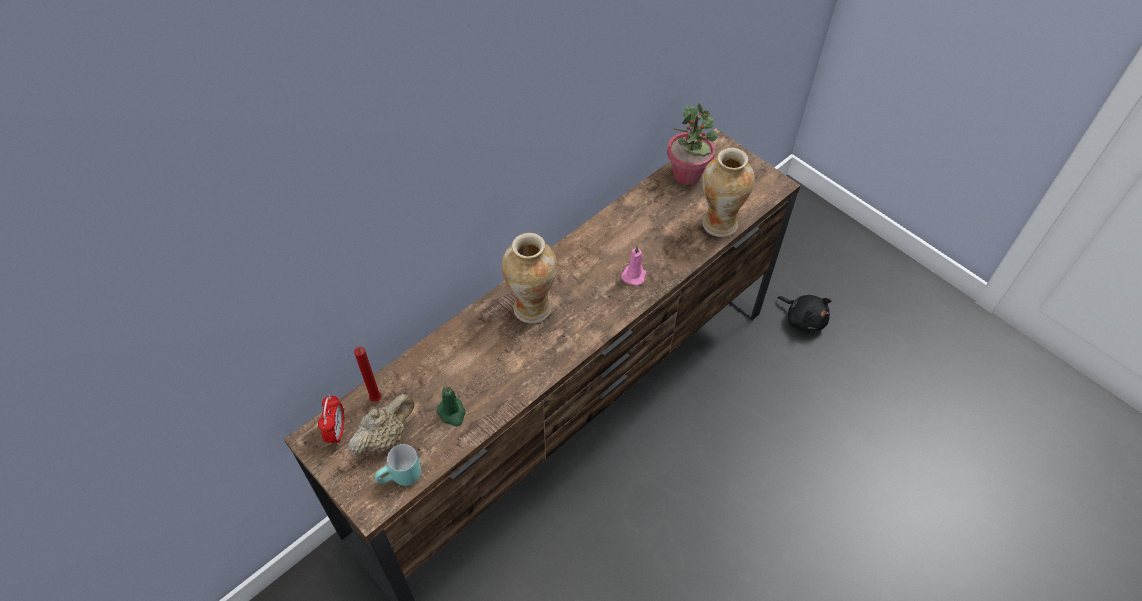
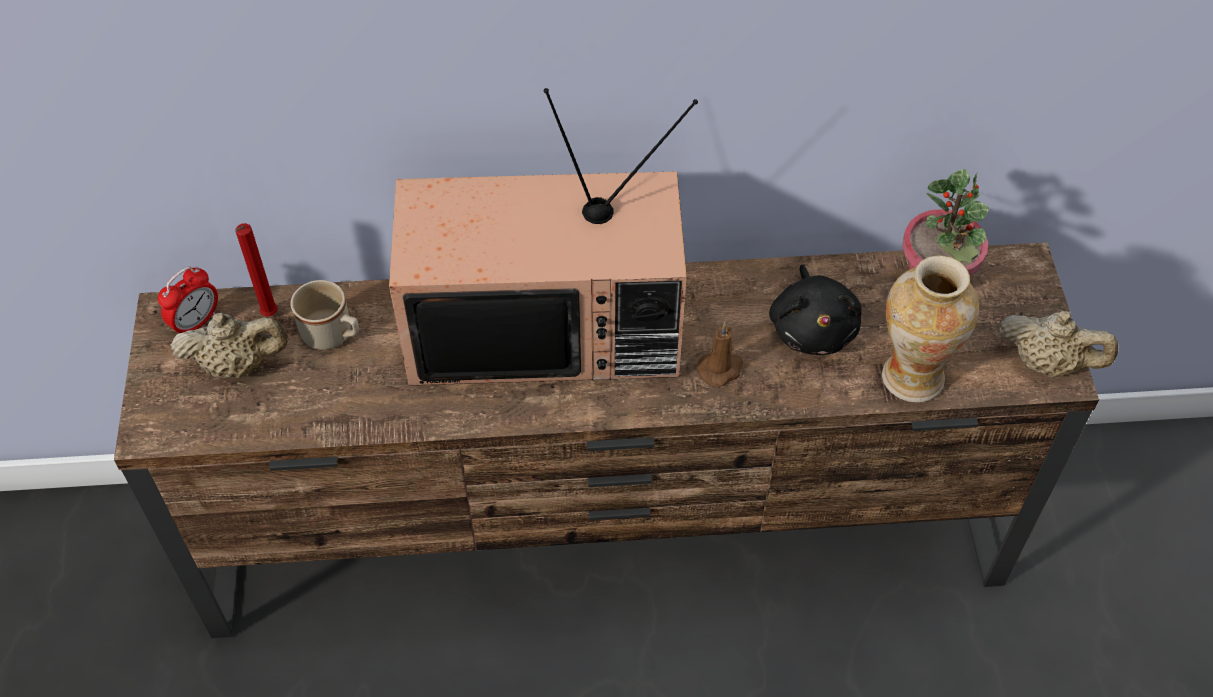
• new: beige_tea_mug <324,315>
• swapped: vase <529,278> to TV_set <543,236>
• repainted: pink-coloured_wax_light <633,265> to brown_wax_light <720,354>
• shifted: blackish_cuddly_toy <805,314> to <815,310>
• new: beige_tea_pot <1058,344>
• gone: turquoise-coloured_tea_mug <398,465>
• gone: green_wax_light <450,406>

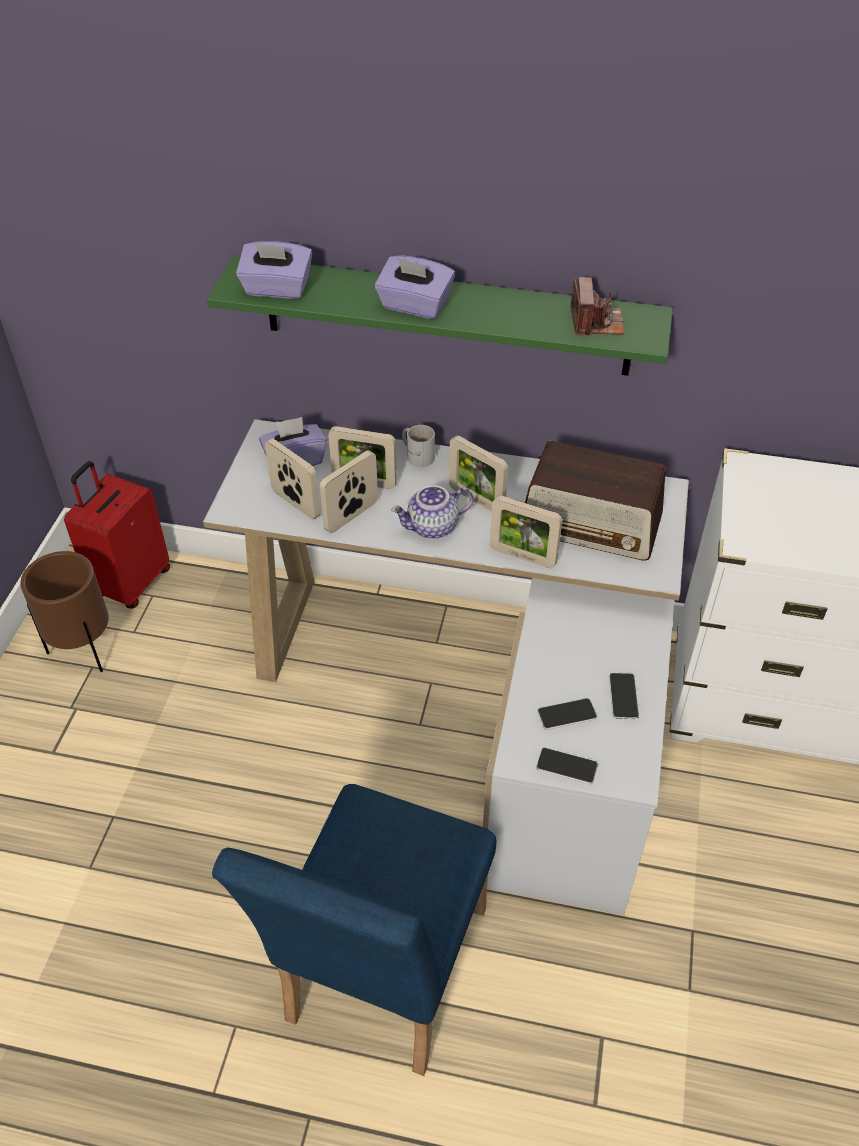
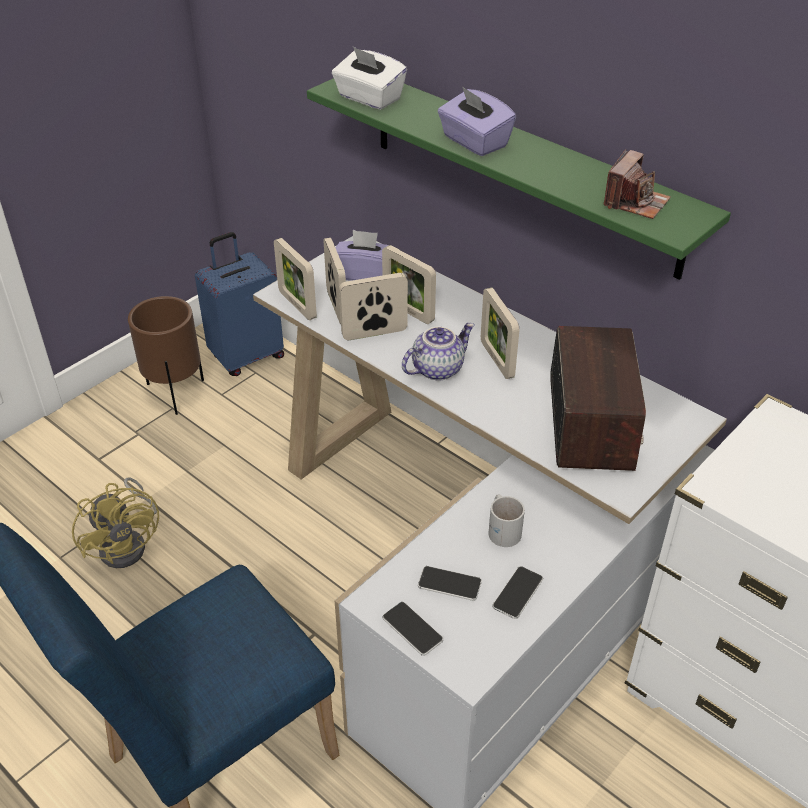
• new: yellowish_fan <115,522>
• repainted: red_piece_of_luggage <117,535> to blue_piece_of_luggage <239,304>
• shifted: standing_frame <526,531> to <295,279>
• repainted: purplish_tissue_box <274,270> to whitish_tissue_box <369,78>
• rotated: tea_pot <432,512> = <438,352> 135 degrees clockwise
• shifted: whitish_tea_mug <418,446> to <507,520>
• rotated: radio_set <595,501> = <598,398> 135 degrees counterclockwise

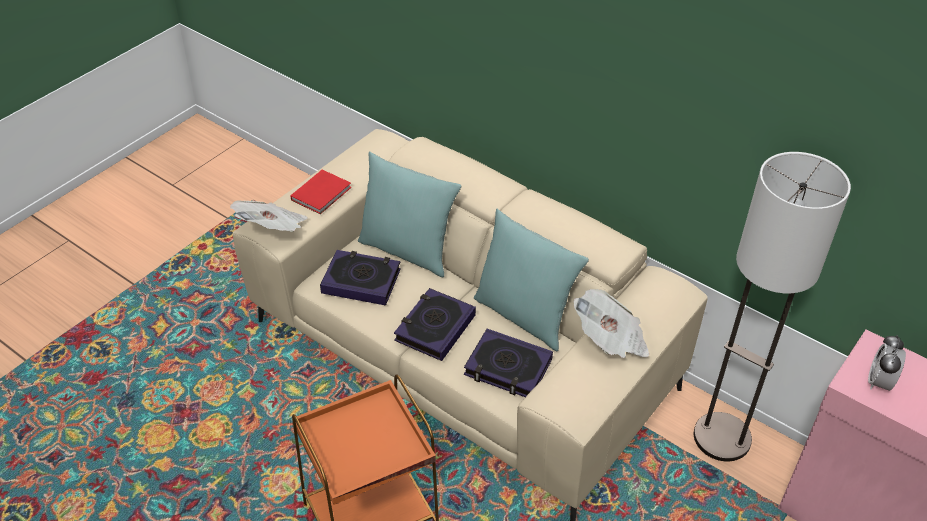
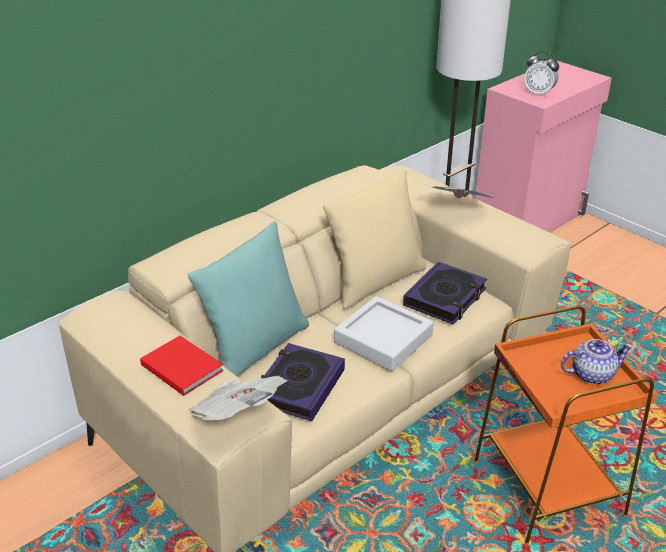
• repainted: turquoise-coloured_pillow <531,280> to beige_pillow <374,239>
• swapped: book <435,324> to greyish_serving_tray <383,333>
• new: tea_pot <597,361>

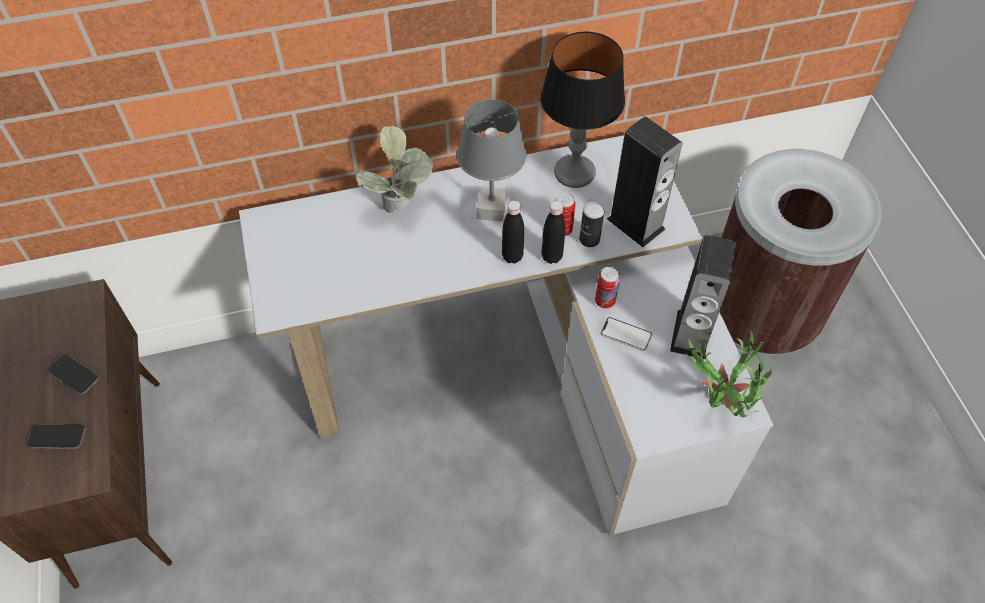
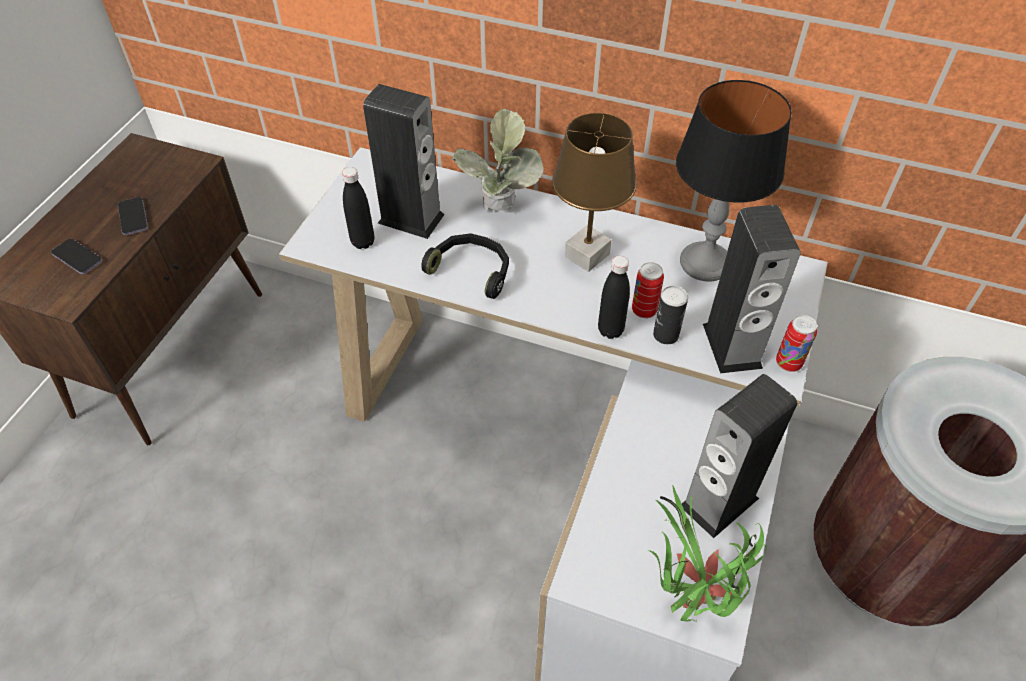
• shifted: blackish_drink_bottle <513,232> to <358,208>
• new: loudspeaker <403,161>
• new: blackish_pair_of_headphones <465,266>
• repainted: greyish_tabletop_lamp <491,160> to brown_tabletop_lamp <594,192>
• shifted: can <607,288> to <796,343>
• gone: handset <626,334>

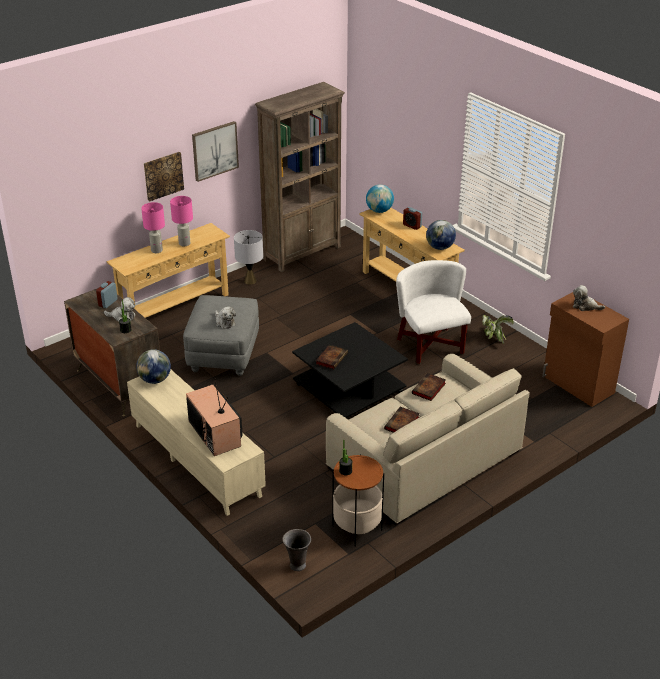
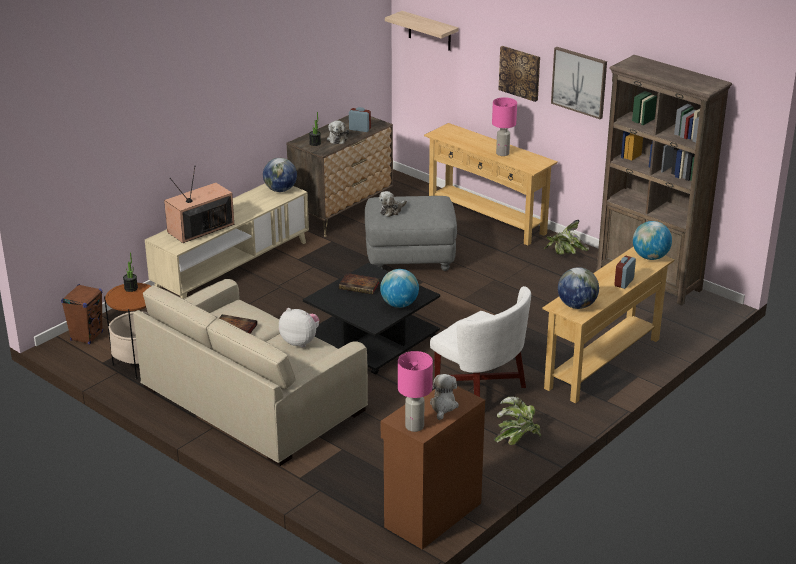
• swapped: greyish_vase <296,550> to brown_loudspeaker <82,314>
• swapped: book <429,387> to cuddly_toy <299,327>
• new: globe <399,288>
• new: bracket_shelf <422,31>
• shifted: pink-coloured_tabletop_lamp <153,227> to <415,391>
• rotated: whitish_easy_chair <433,312> = <480,341> 75 degrees clockwise
• swapped: greyish_tabletop_lamp <248,257> to potted_plant <566,237>

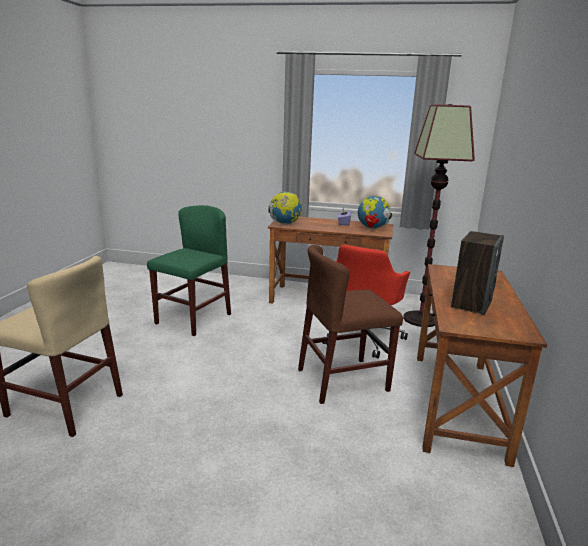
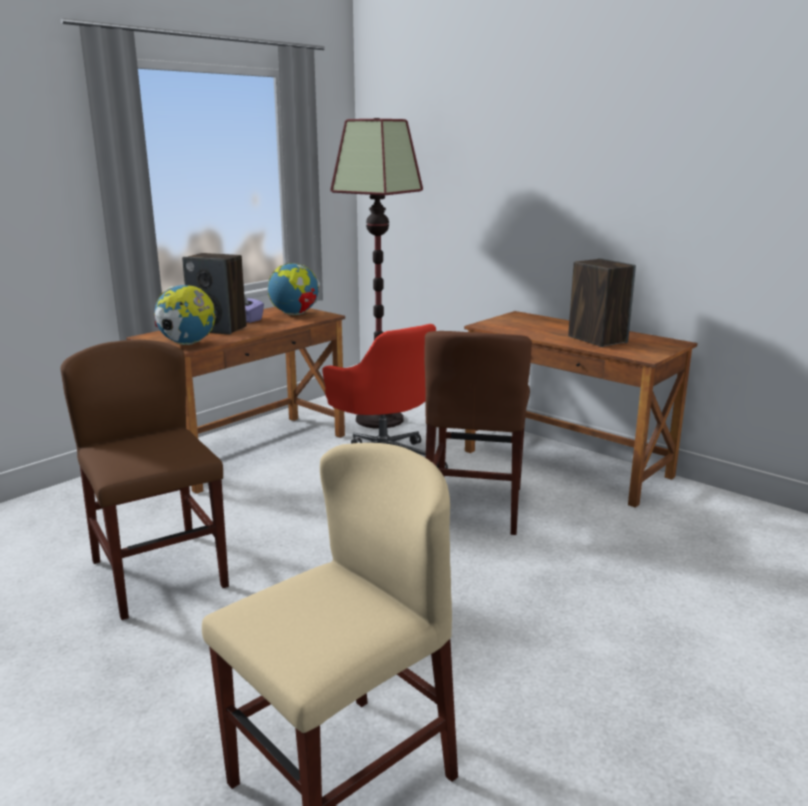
• repainted: green_upright_chair <189,270> to brown_upright_chair <144,480>
• new: loudspeaker <214,294>

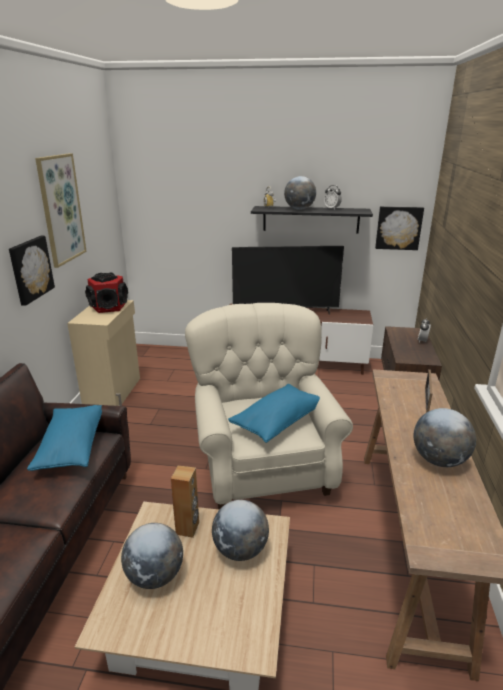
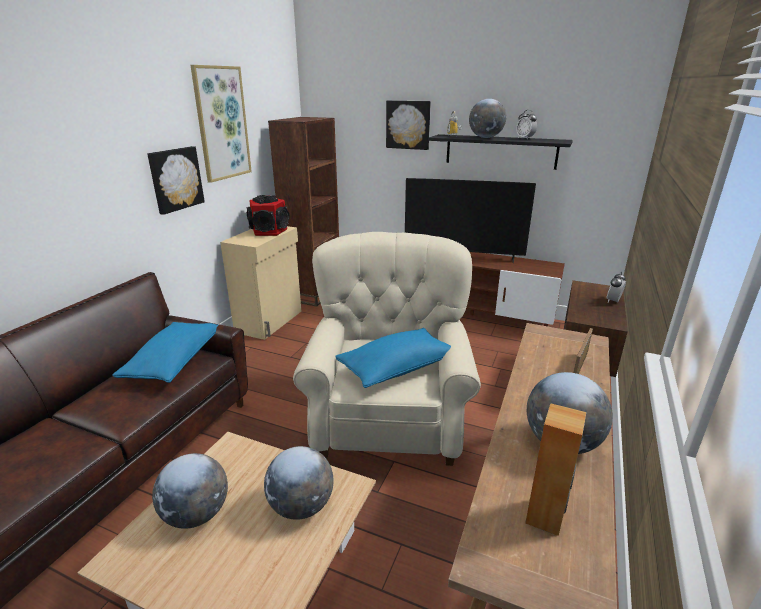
• new: brown_bookshelf <303,212>
• shifted: wall_art <399,228> to <408,125>
• shifted: brown_loudspeaker <185,502> to <555,469>

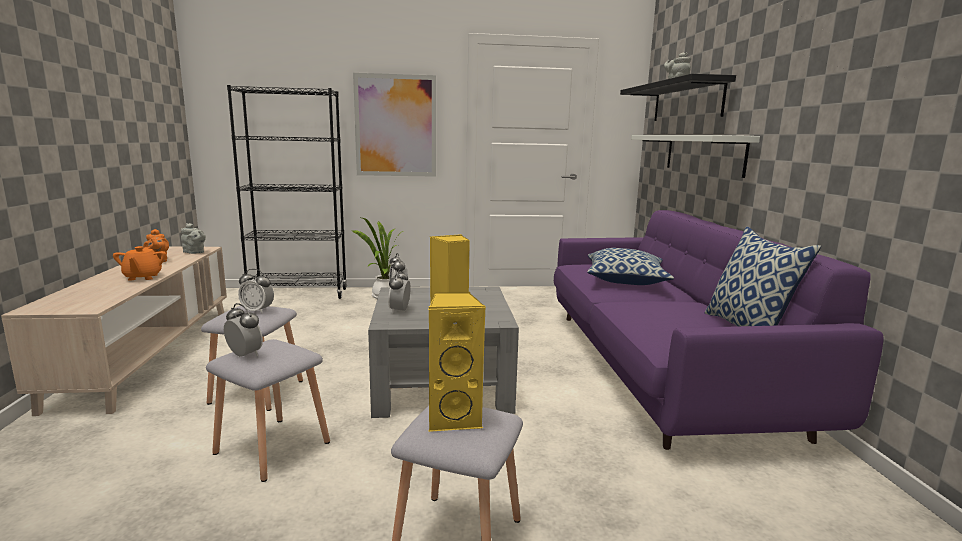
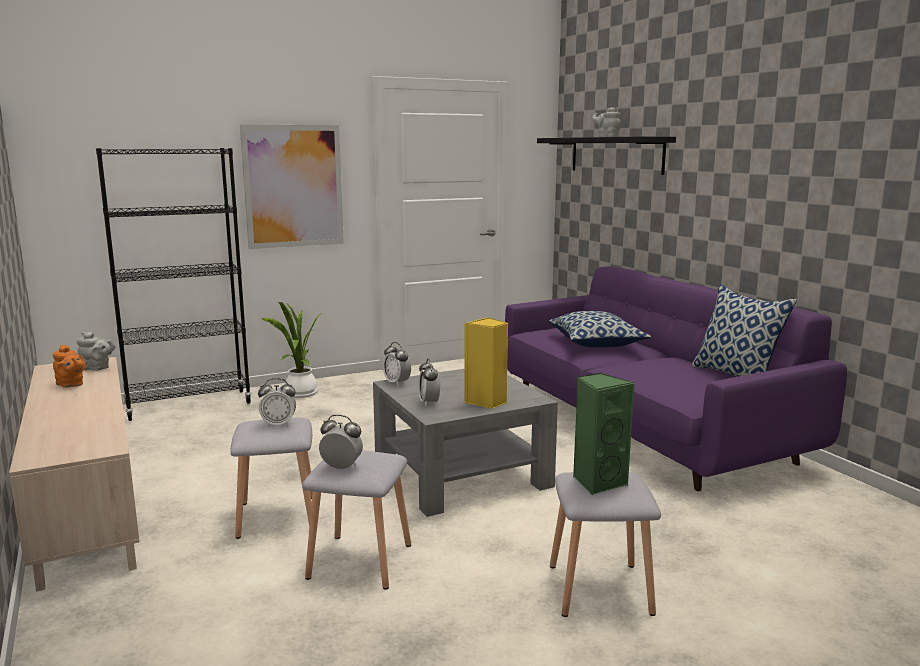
• repainted: yellowish_loudspeaker <456,362> to green_loudspeaker <604,434>
• gone: orange_tea_pot <139,263>
• gone: whitish_bracket_shelf <695,156>

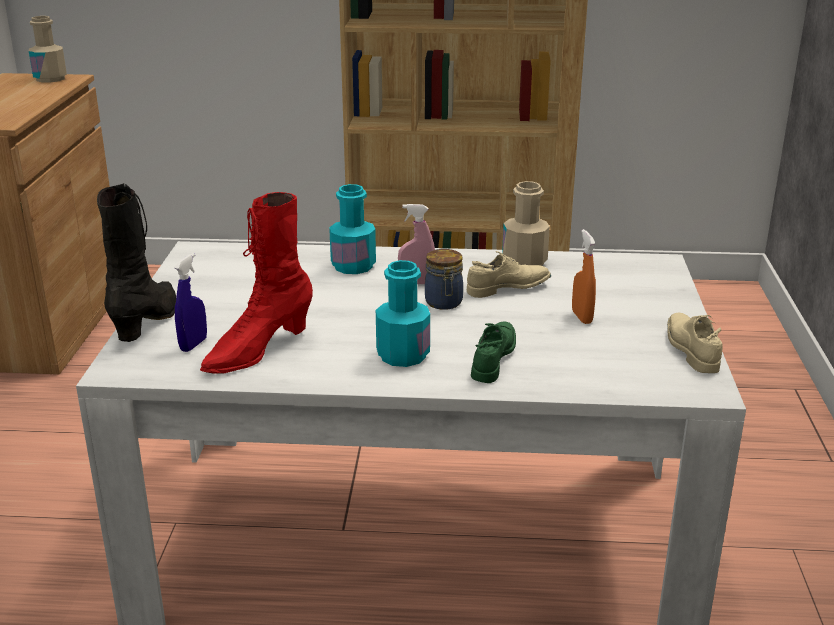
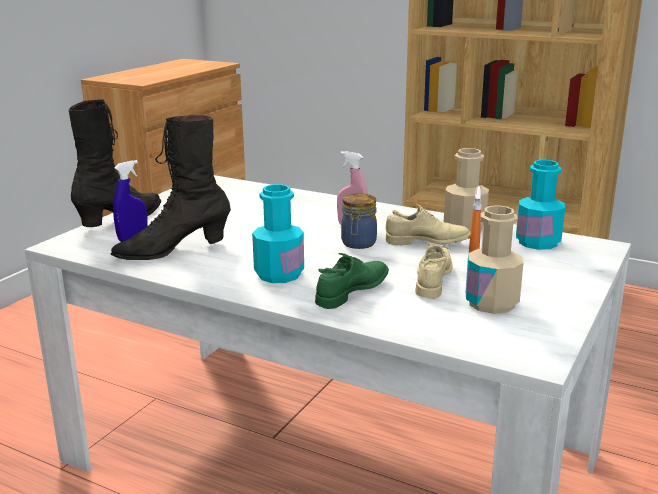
• repainted: red_tall_boot <256,283> to blackish_tall_boot <171,187>
• shifted: beige_item_of_footwear <695,343> to <434,271>
• shifted: beige_drink_bottle <48,49> to <495,259>
• shifted: turquoise-coloured_drink_bottle <352,229> to <540,205>

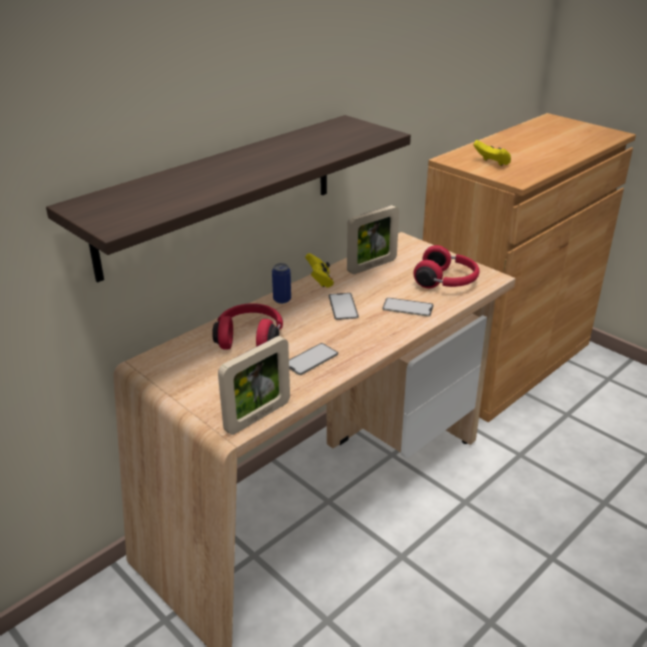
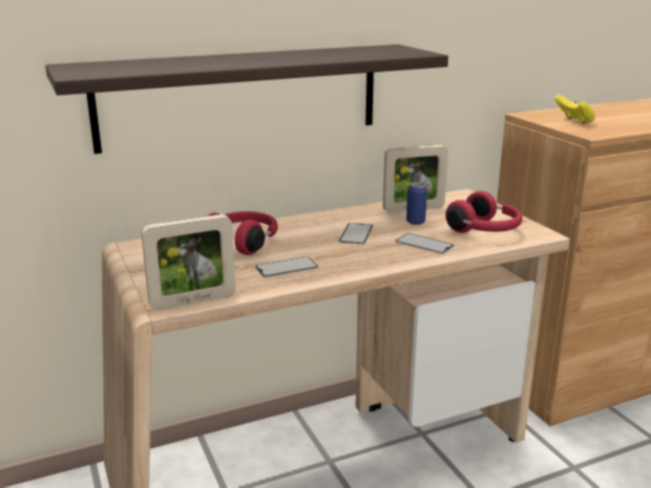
• shifted: can <281,283> to <416,203>
• gone: yellowish_joypad <319,270>

